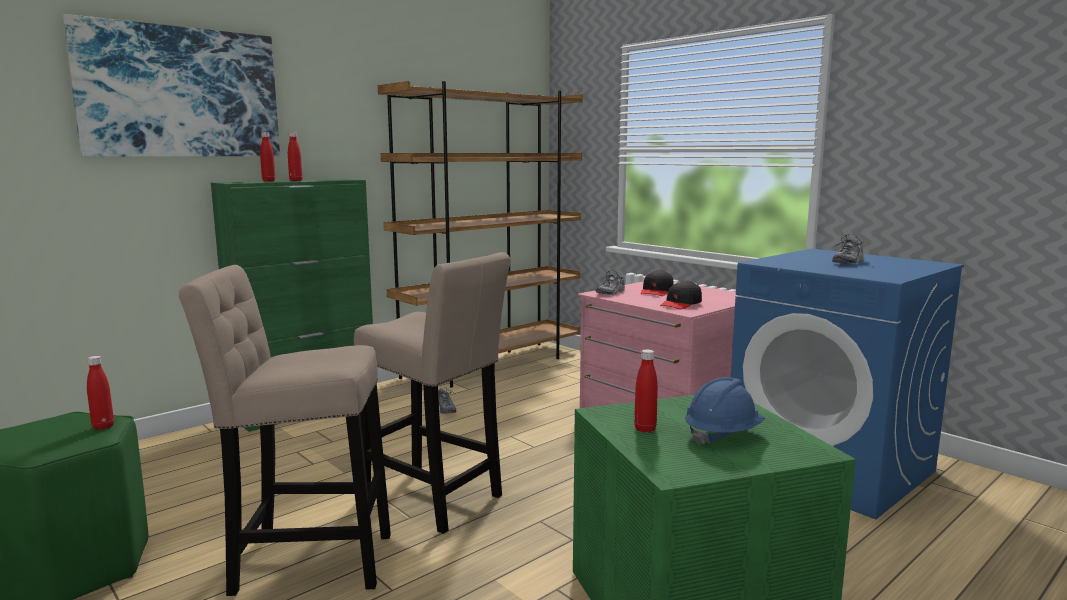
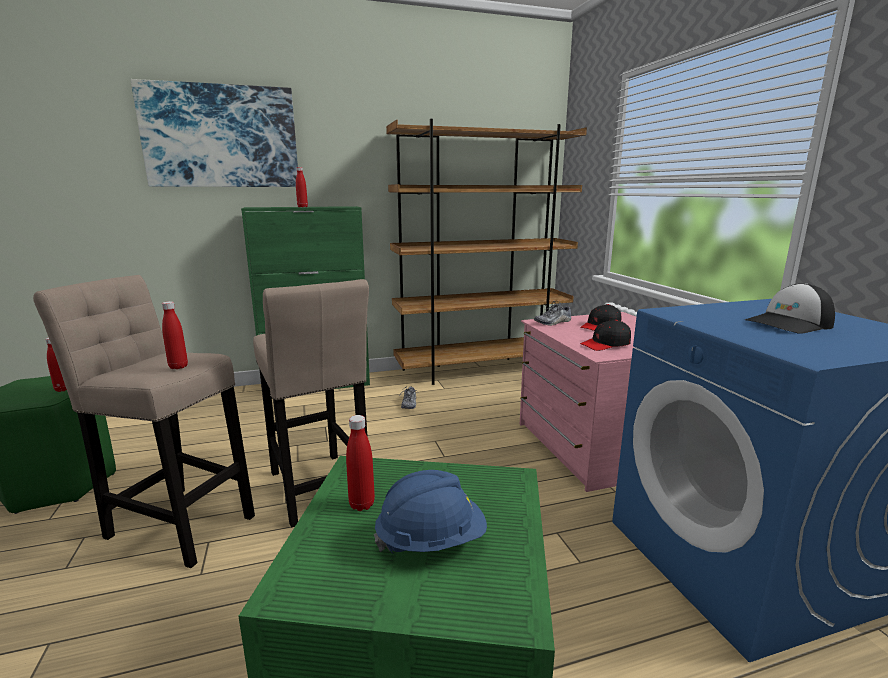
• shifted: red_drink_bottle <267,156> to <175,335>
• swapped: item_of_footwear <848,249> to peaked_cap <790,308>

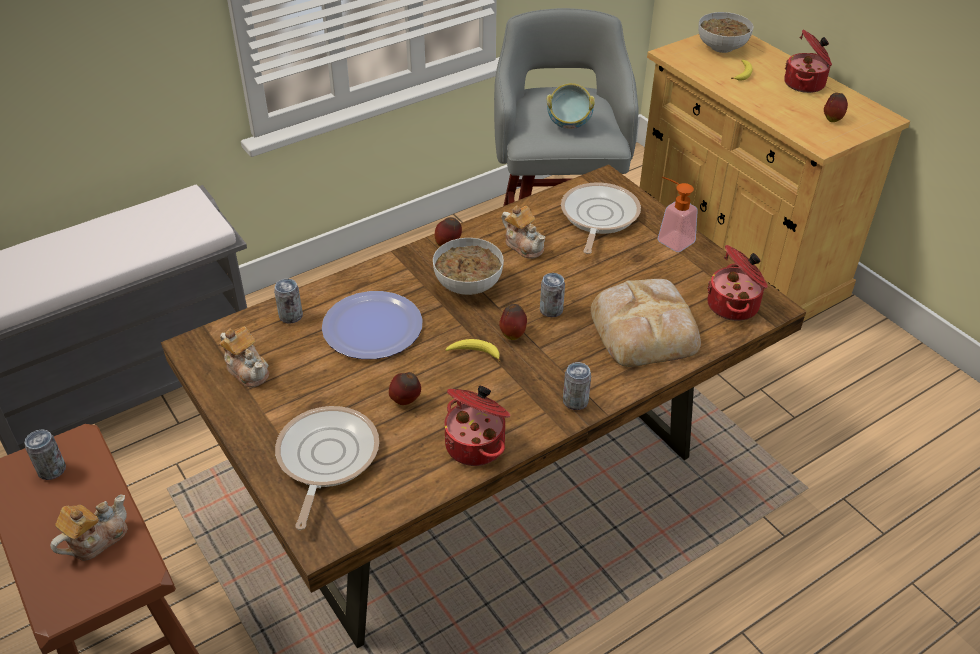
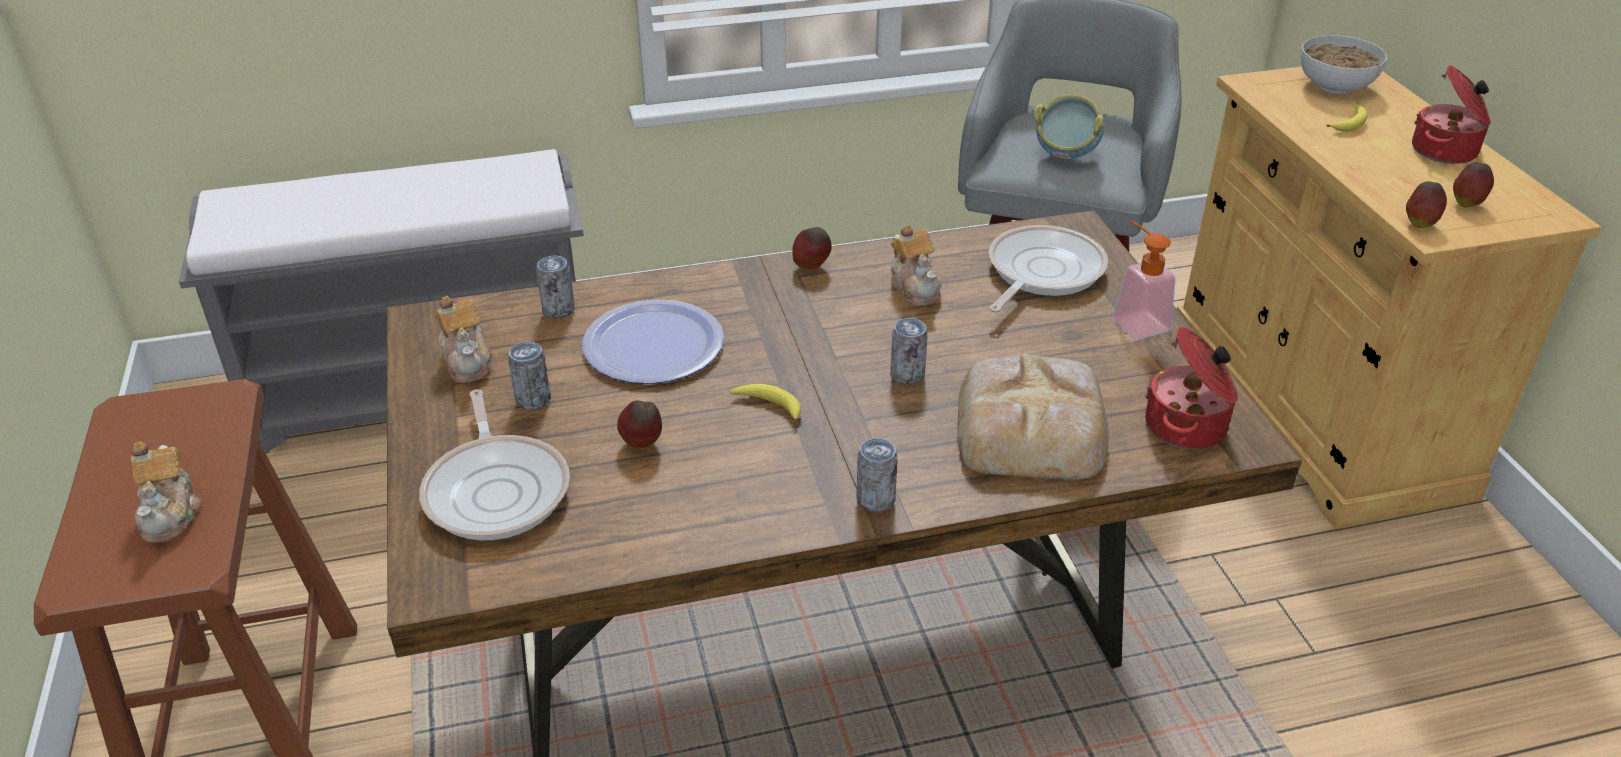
• rotated: tea_pot <88,527> = <166,492> 105 degrees clockwise
• rotated: skillet <327,468> = <494,464> 135 degrees clockwise
• shifted: can <45,454> to <529,376>
• shifted: apple <513,322> to <1426,205>
• gone: deep_dish <468,266>
• gone: cooking_pot <477,426>

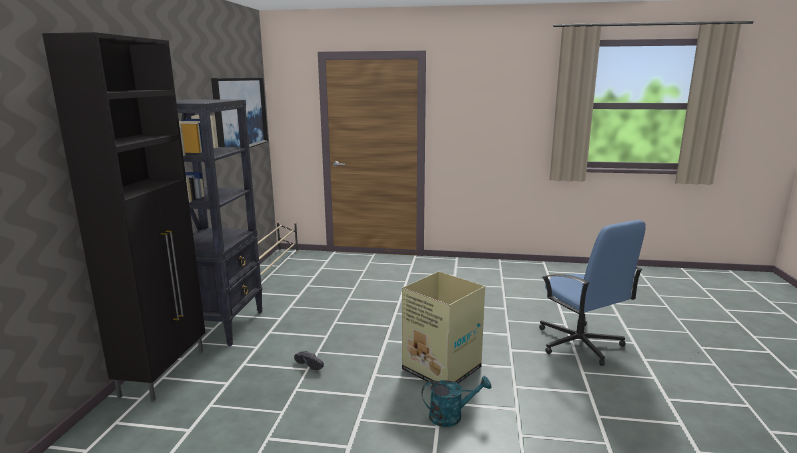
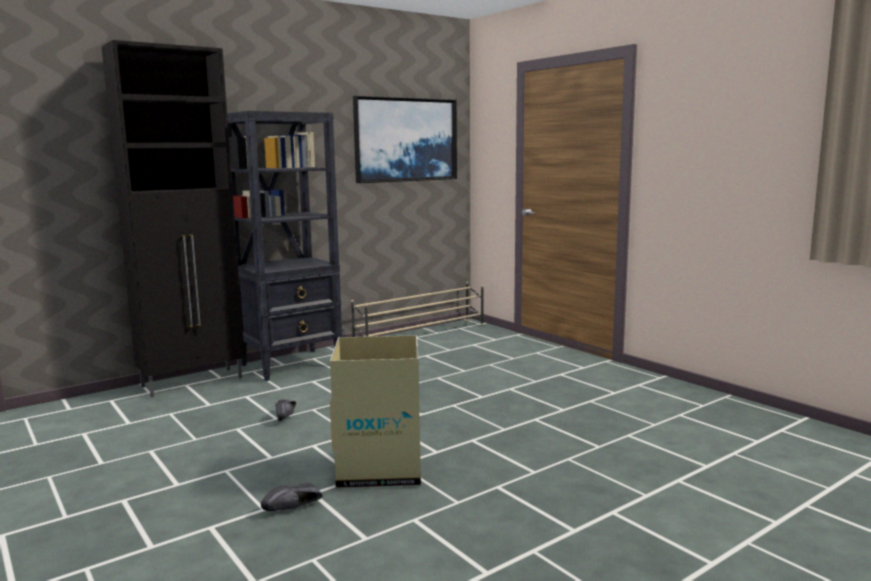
• swapped: turquoise-coloured_watering_can <456,401> to blackish_item_of_footwear <292,497>
• gone: blue_computer_chair <592,293>

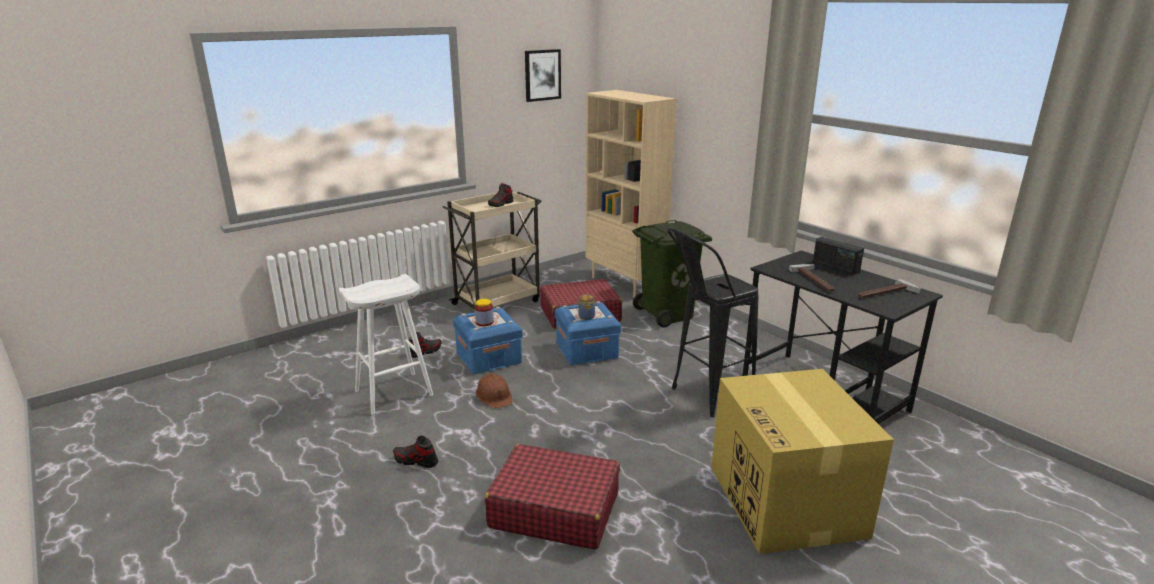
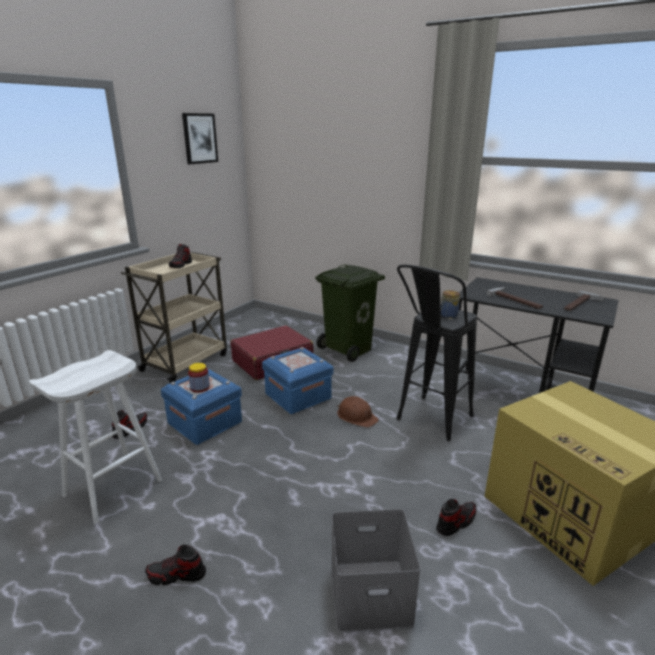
• swapped: red_piece_of_luggage <552,496> to greyish_storage_box <376,570>
• shifted: brown_safety_helmet <494,391> to <358,411>
• new: item_of_footwear <456,517>
• shifted: storage_jar <586,307> to <450,304>
• gone: beige_bookshelf <631,193>
• gone: radio_set <838,255>

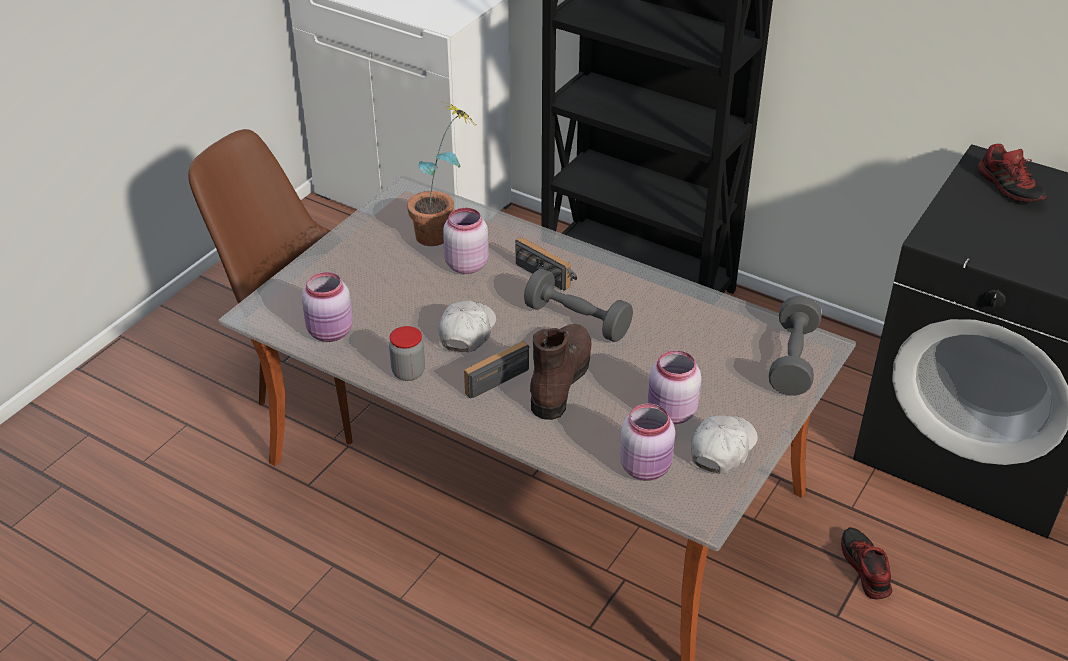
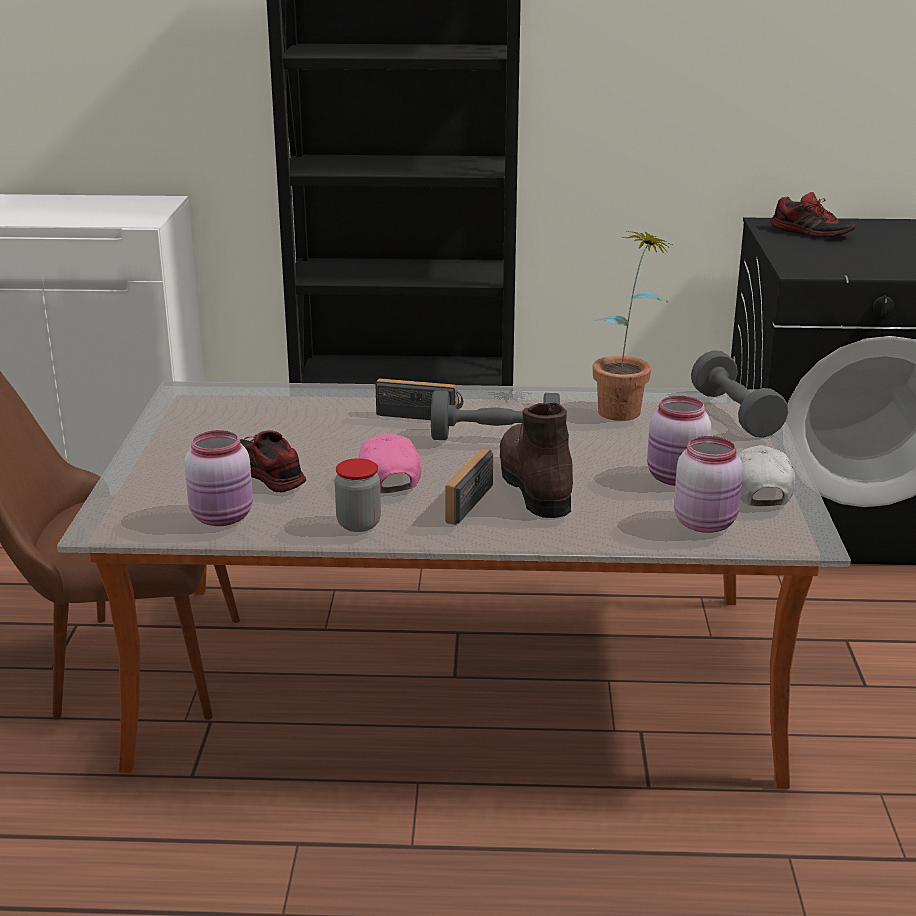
• shifted: item_of_footwear <866,563> to <273,461>
• repainted: whitish_peaked_cap <467,326> to pink-coloured_peaked_cap <390,463>
• shifted: potted_plant <440,174> to <632,326>
• gone: pink-coloured_storage_jar <466,241>

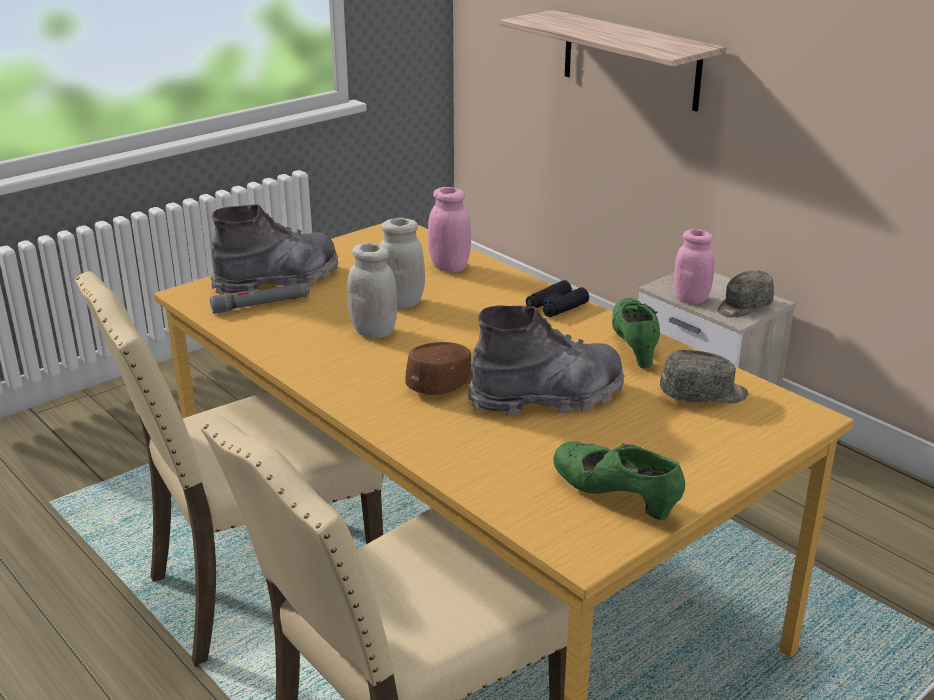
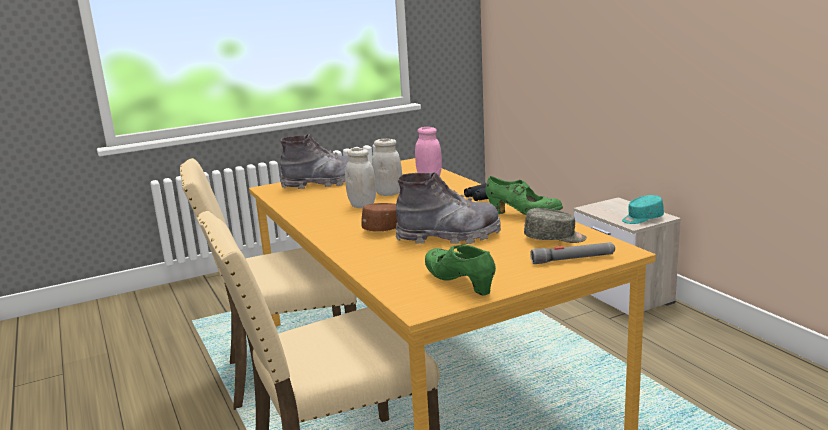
• rotated: green_item_of_footwear <636,333> = <524,195> 105 degrees clockwise
• shifted: greyish_torch <260,298> to <572,253>
• repainted: greyish_peaked_cap <746,293> to turquoise-coloured_peaked_cap <643,209>
• gone: bracket_shelf <613,61>
• gone: pink-coloured_storage_jar <694,266>

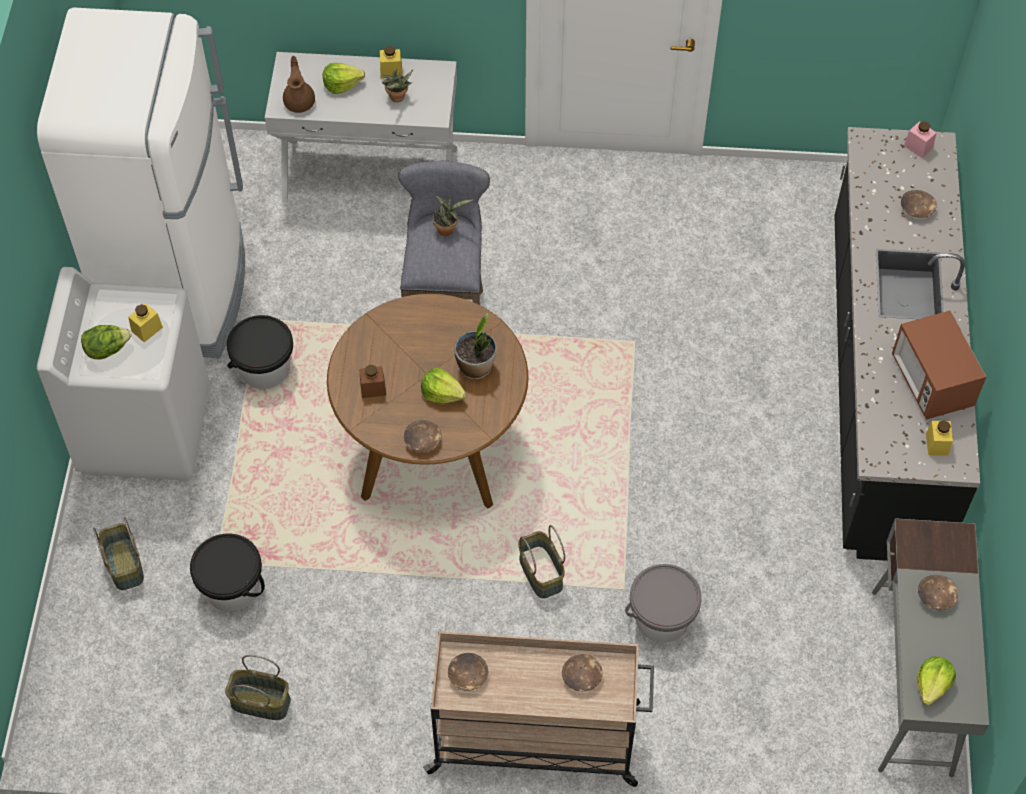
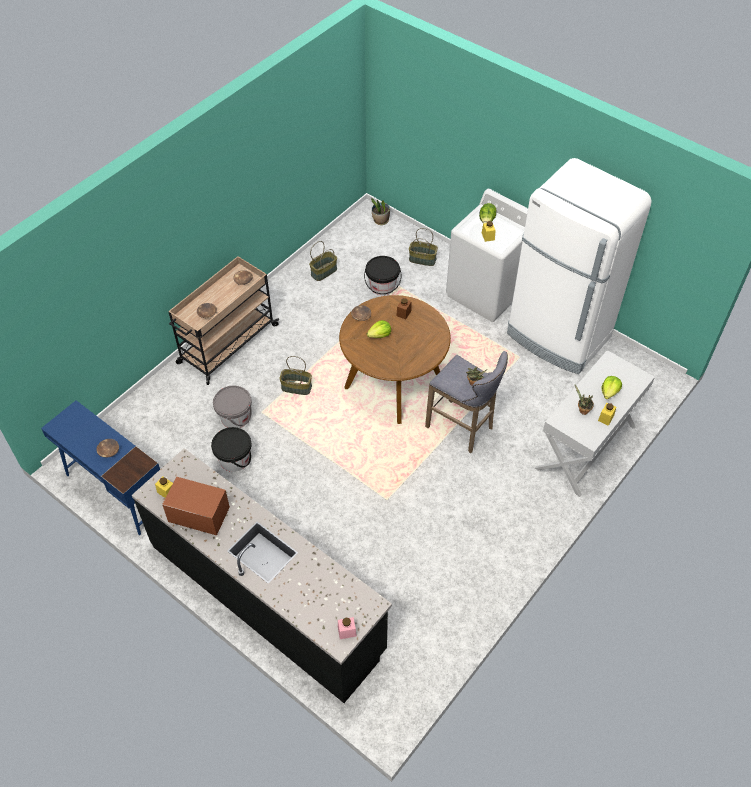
• repainted: greyish_desk_table <930,647> to blue_desk_table <100,467>
• shifted: blackish_pail <260,352> to <231,449>
• shifted: potted_plant <475,346> to <380,211>
• gone: brown_tea_pot <299,84>
• gone: brown_deep_dish <919,204>
• gone: head_of_lettuce <936,680>

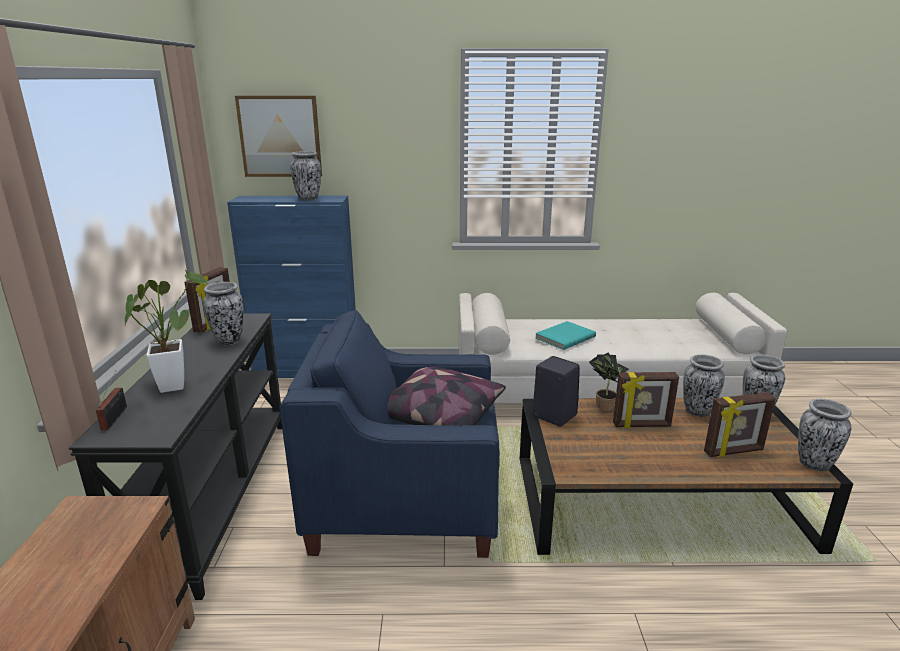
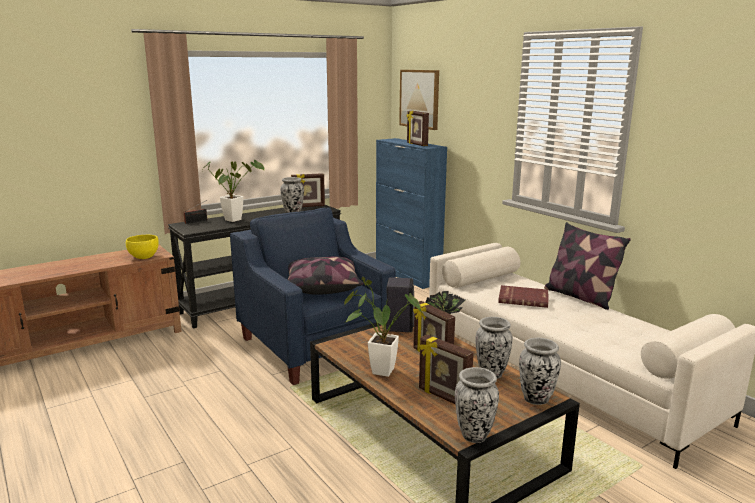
• new: yellowish_deep_dish <142,247>
• new: potted_plant <383,327>
• swapped: vase <305,176> to standing_frame <418,128>
• repainted: turquoise-coloured_book <565,335> to red_book <523,296>
• new: pillow <587,266>

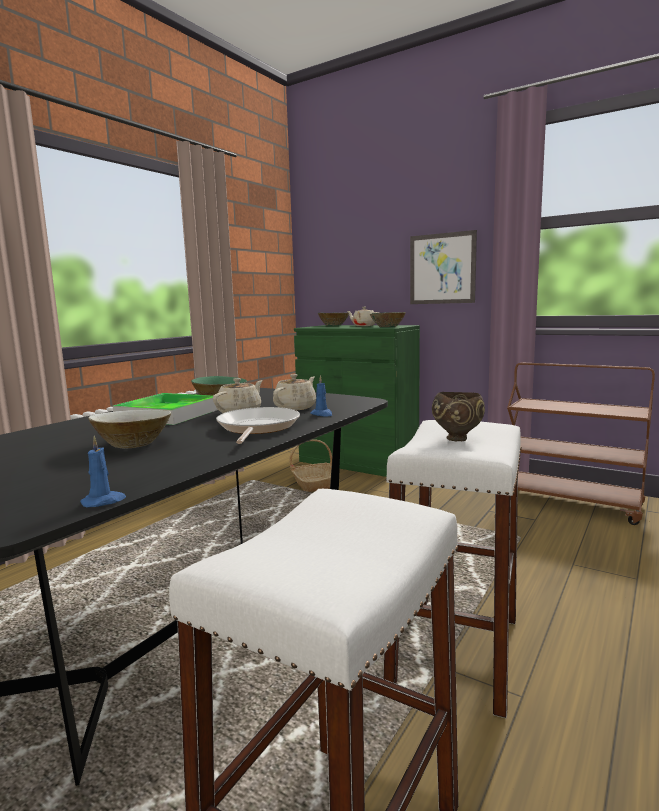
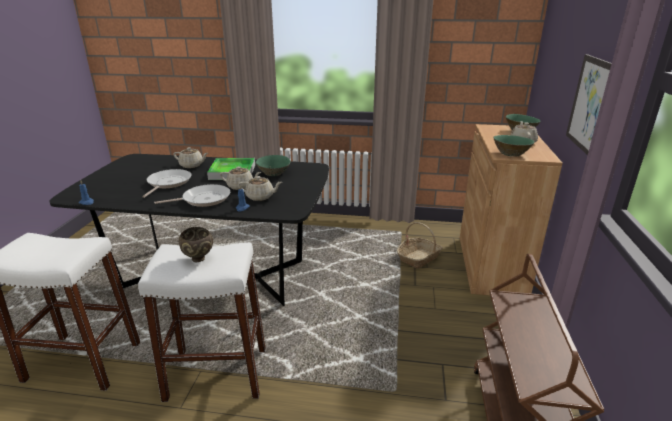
• swapped: beige_deep_dish <129,429> to skillet <167,183>
• new: beige_tea_pot <190,157>
• repainted: green_cupboard <357,401> to brown_cupboard <511,209>

